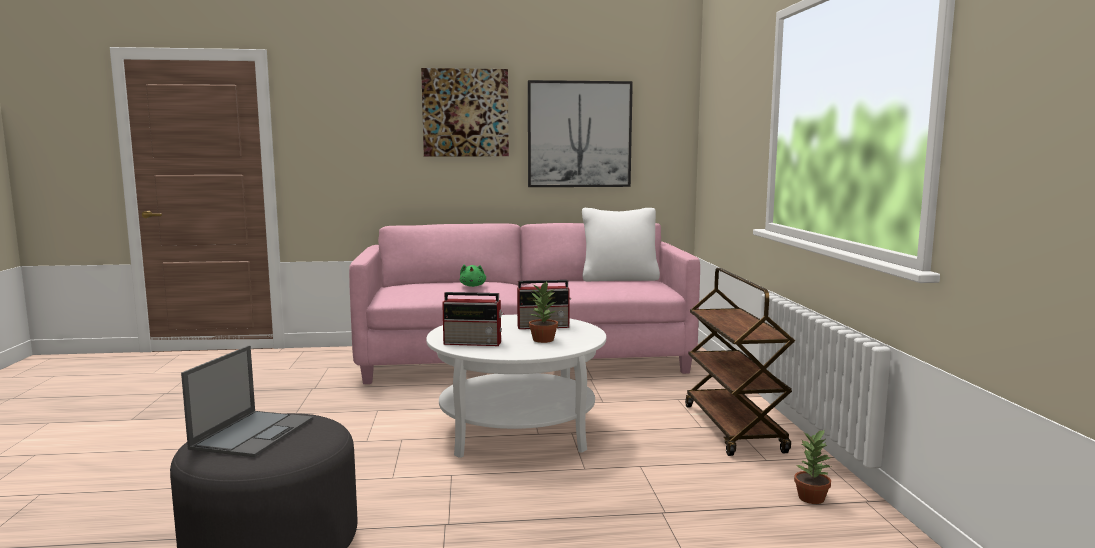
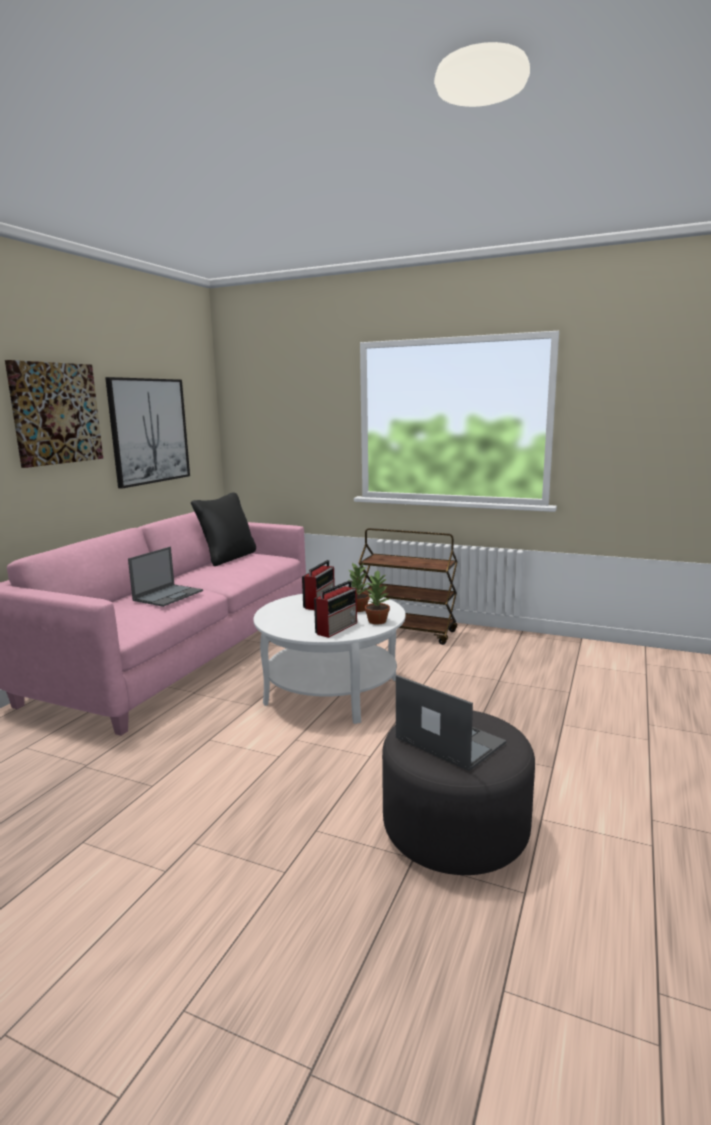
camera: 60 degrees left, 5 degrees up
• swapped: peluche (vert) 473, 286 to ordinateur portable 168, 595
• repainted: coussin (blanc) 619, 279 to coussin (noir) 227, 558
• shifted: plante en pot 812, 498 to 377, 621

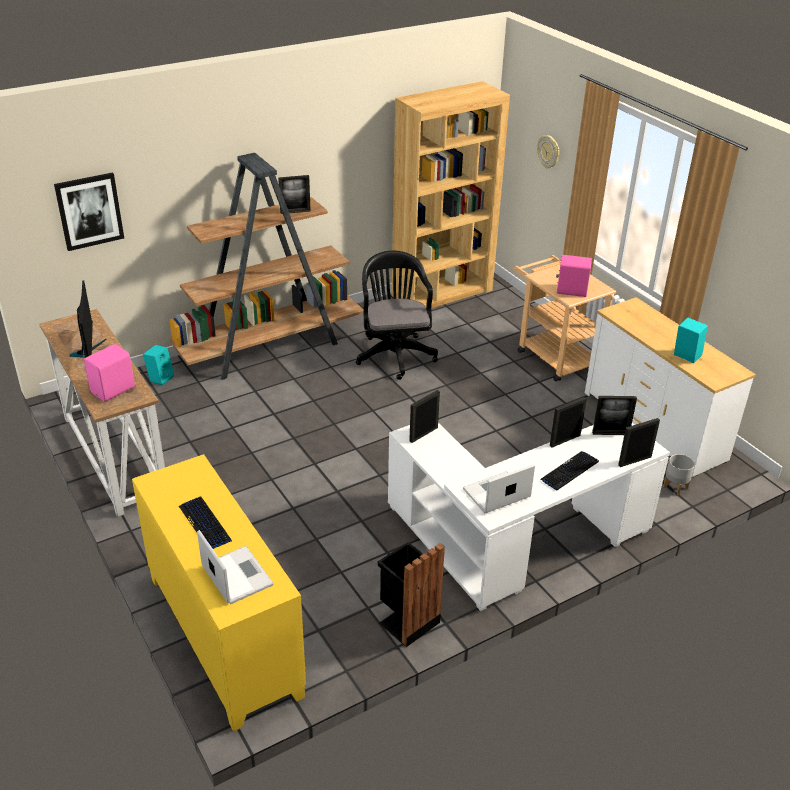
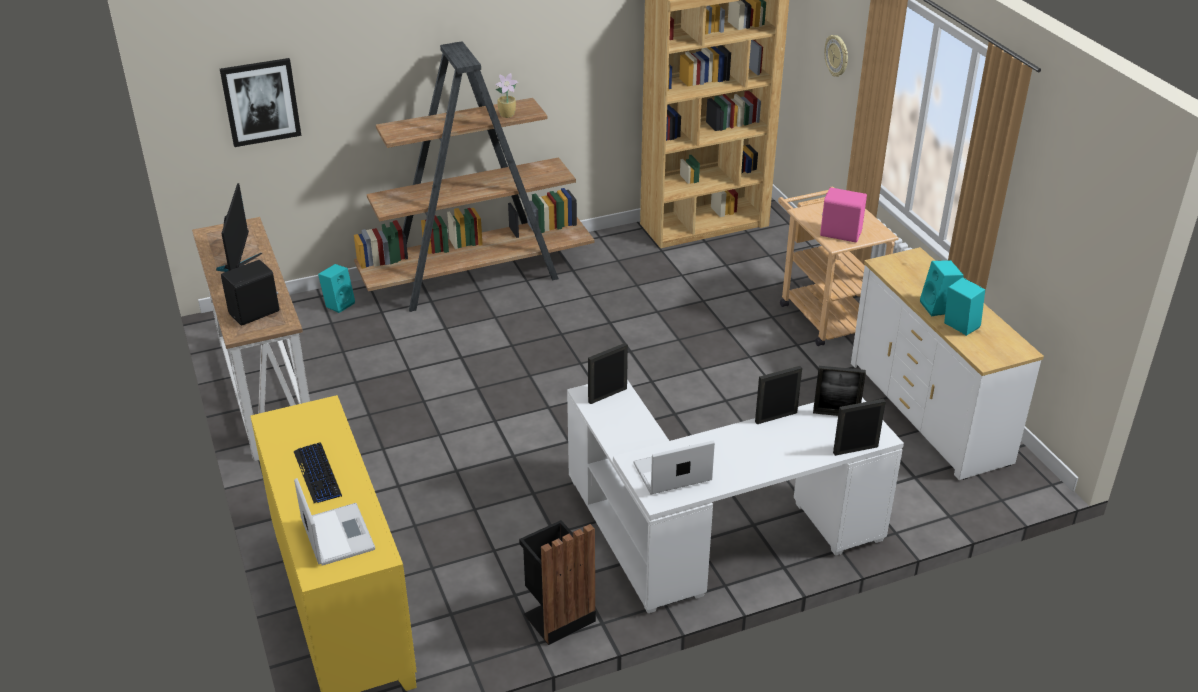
camera: 10 degrees right, 0 degrees up
• repainted: enceinte (rose) 114, 390 to enceinte (noir) 255, 313
• swapped: cadre photo 295, 212 to plante en pot 508, 115
• new: enceinte (turquoise) 938, 308
• gone: chaise de bureau (noir) 394, 353
• gone: clavier 569, 471
• gone: cache-pot (gris) 675, 487

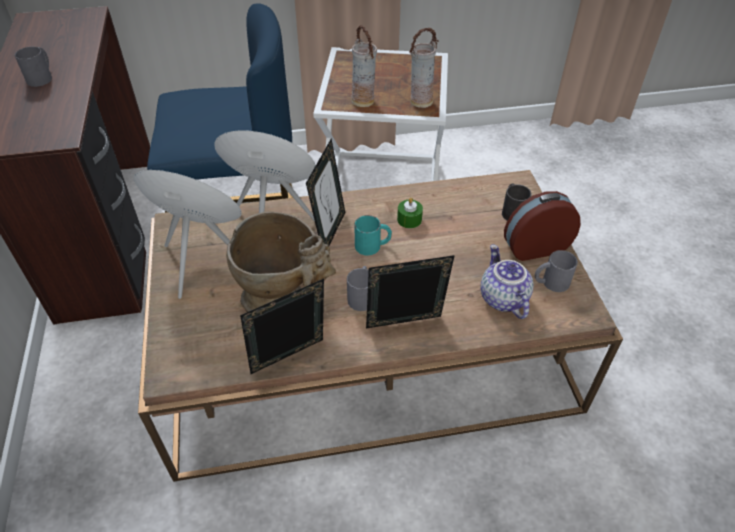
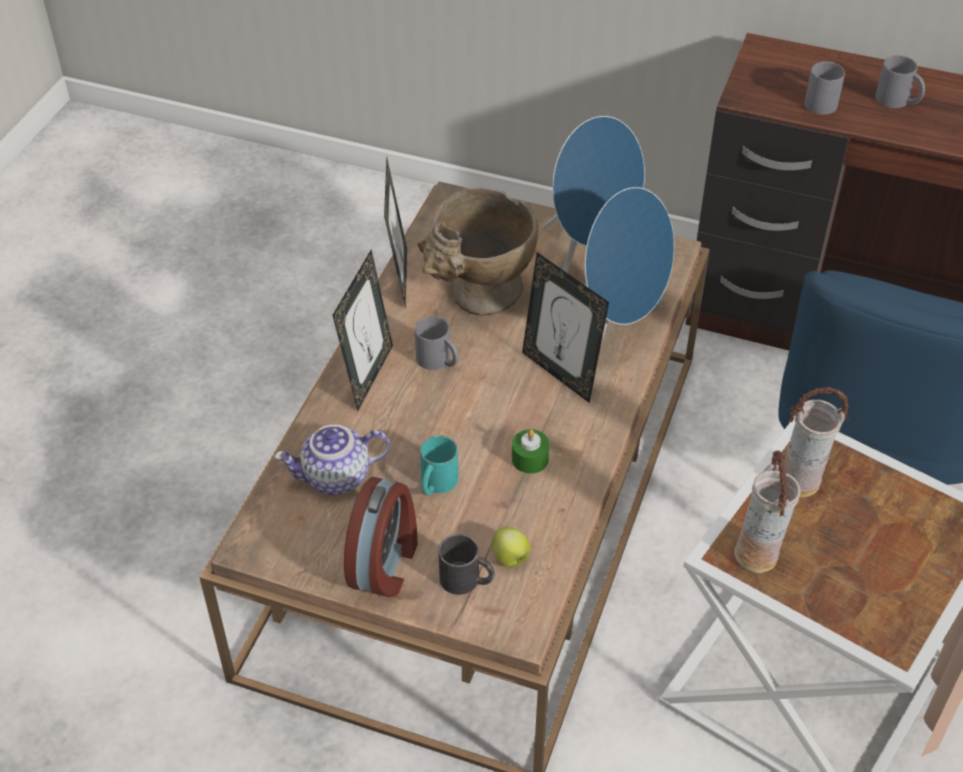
camera: 120 degrees right, 0 degrees up
• rotated: théière 502, 298 = 336, 478 150 degrees clockwise
• shifted: mug (turquoise) 373, 245 to 436, 484
• new: pomme 511, 559
• shifted: mug (gris) 550, 282 to 822, 100

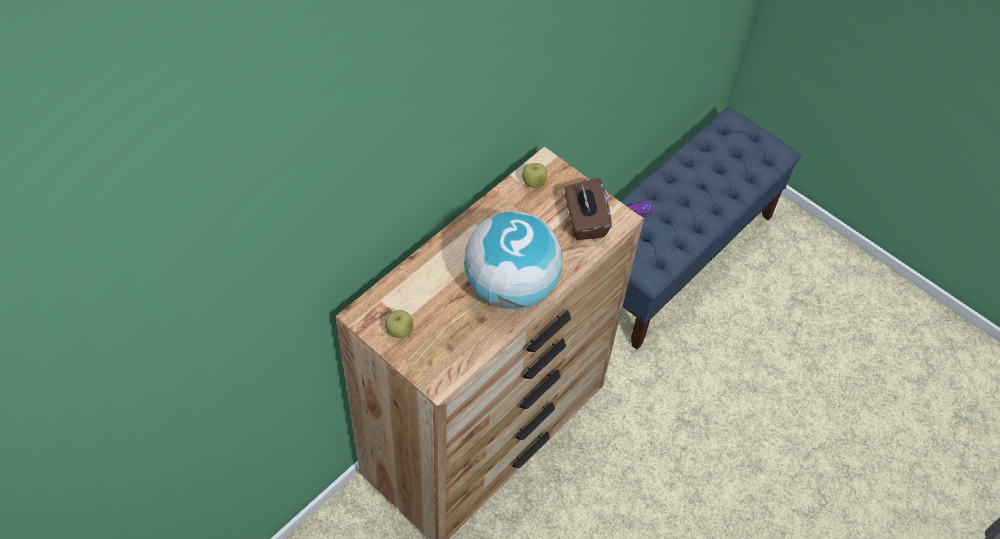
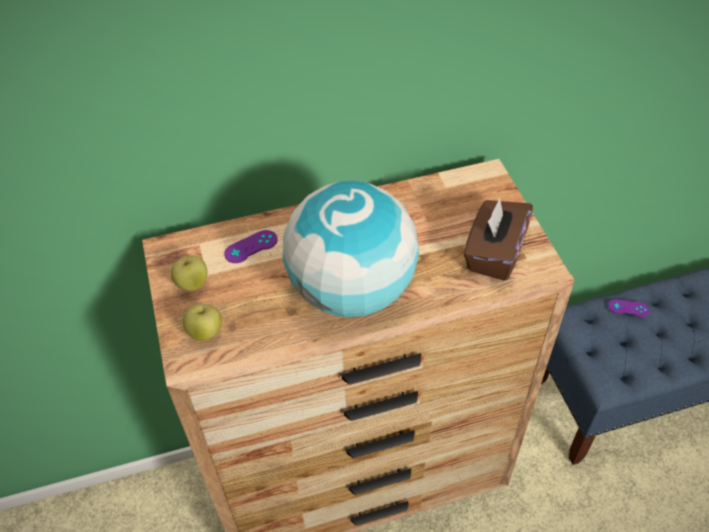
camera: 35 degrees right, 5 degrees down
• shifted: pomme 533, 182 to 205, 332
• new: manette (violet) 251, 247

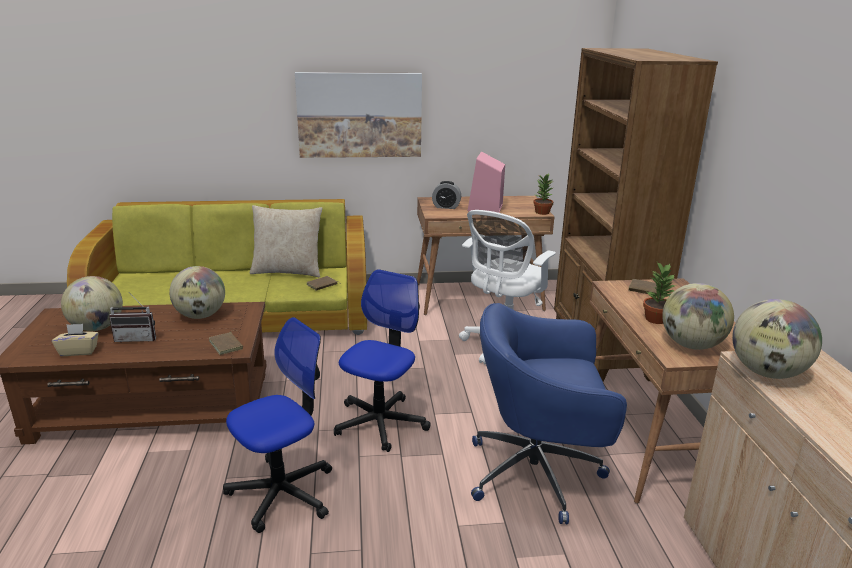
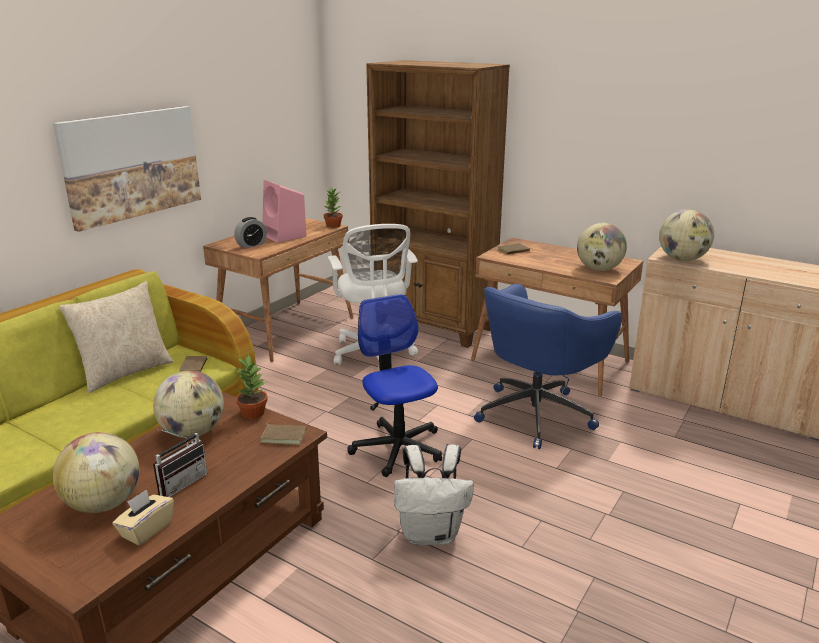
camera: 50 degrees left, 0 degrees up
• shifted: plante en pot 656, 319 to 253, 413
• swapped: chaise de bureau 282, 493 to sac à dos (blanc) 431, 534

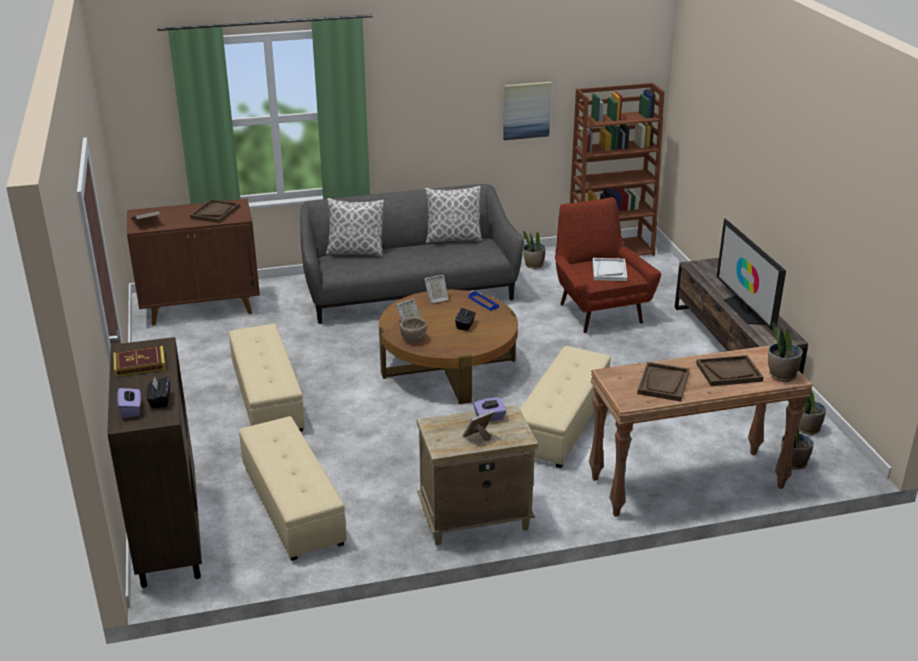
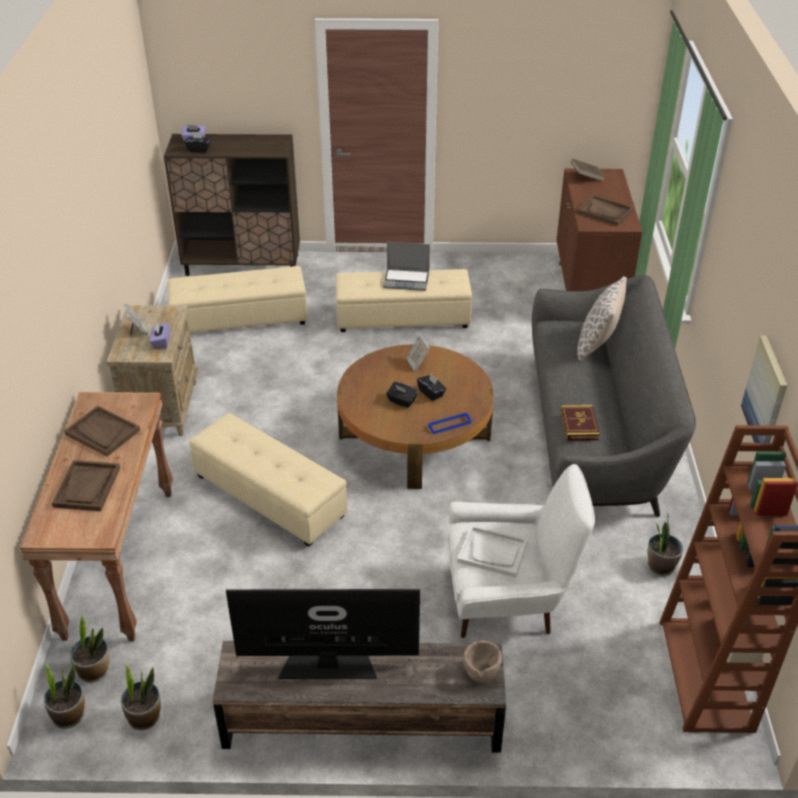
camera: 105 degrees right, 10 degrees up
• shifted: plante en pot 781, 375 to 69, 715
• new: ordinateur portable 407, 280
• new: boîte à mouchoirs (noir) 431, 393
• repainted: fauteuil (rouge) 598, 310 to fauteuil (blanc) 508, 599
• shifted: bol (marron) 413, 339 to 481, 671
• shifted: livre 140, 364 to 579, 425
• gone: cadre photo 436, 300
• gone: coussin 453, 239

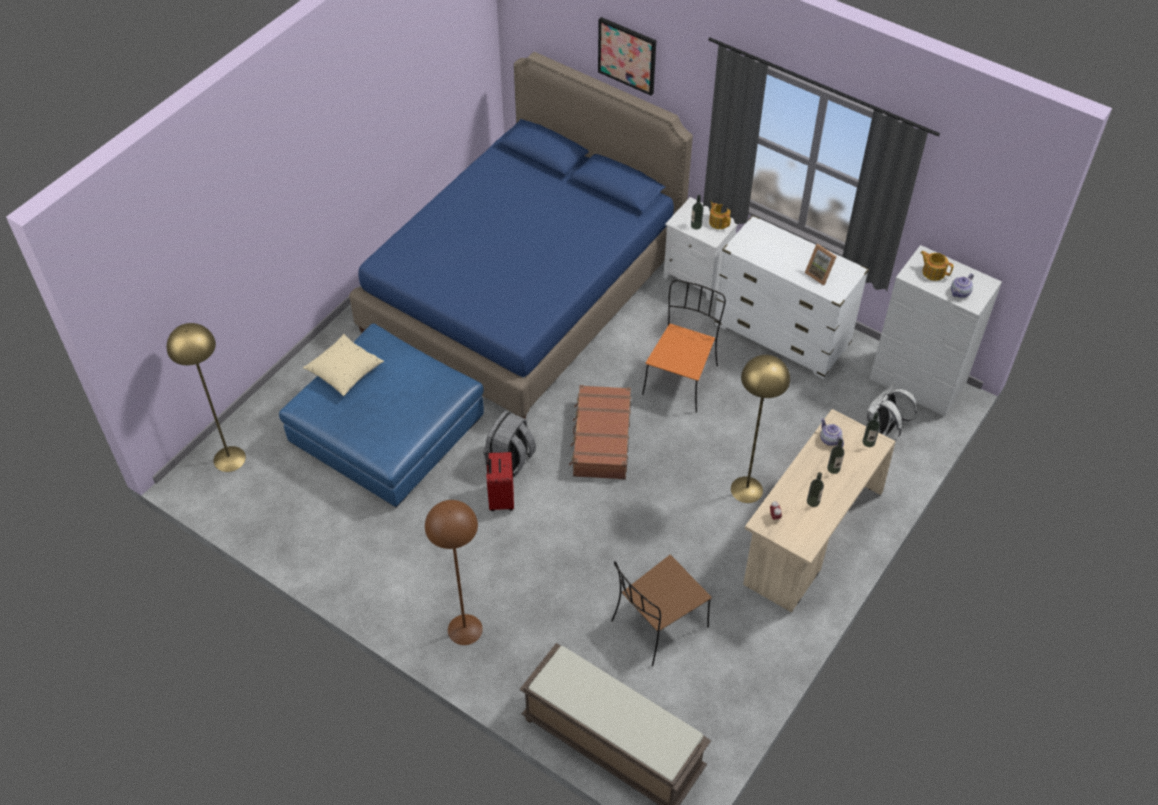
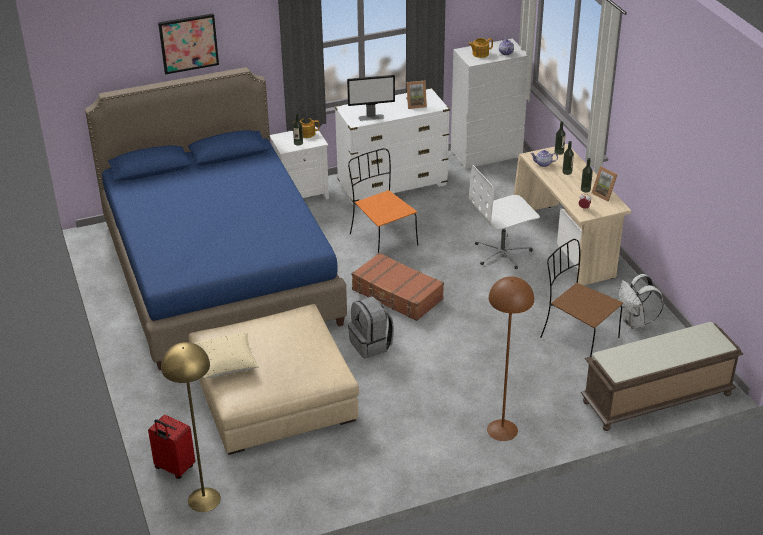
camera: 55 degrees left, 15 degrees down
• shifted: valise (rouge) 500, 499 to 174, 468
• repainted: pouf (bleu) 387, 430 to pouf (beige) 274, 395
• new: écran d'ordinateur 371, 117
• swapped: lampadaire (jaune) 746, 489 to chaise de bureau (blanc) 502, 253
• rotated: chaise (marron) 657, 625 = 577, 337 135 degrees clockwise
• new: cadre photo 604, 194
• shifted: sac à dos (blanc) 882, 431 to 634, 323

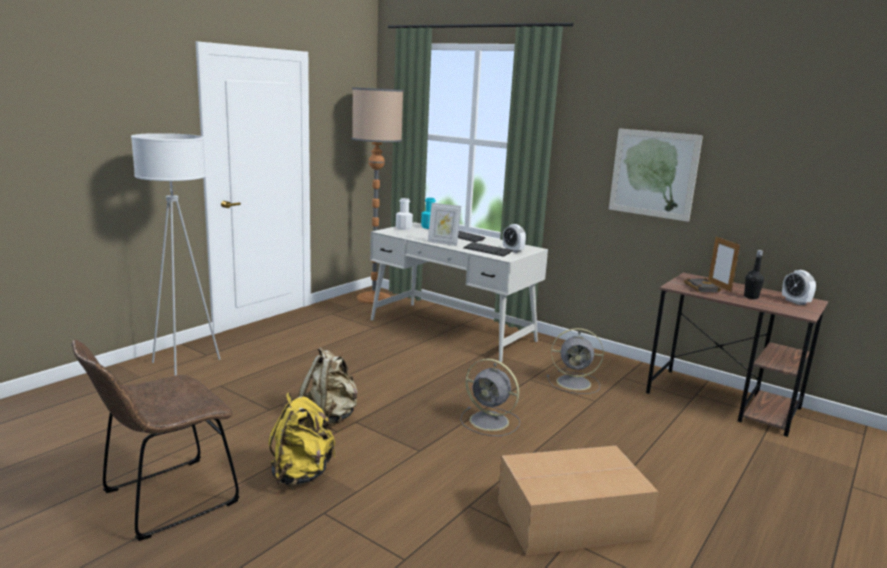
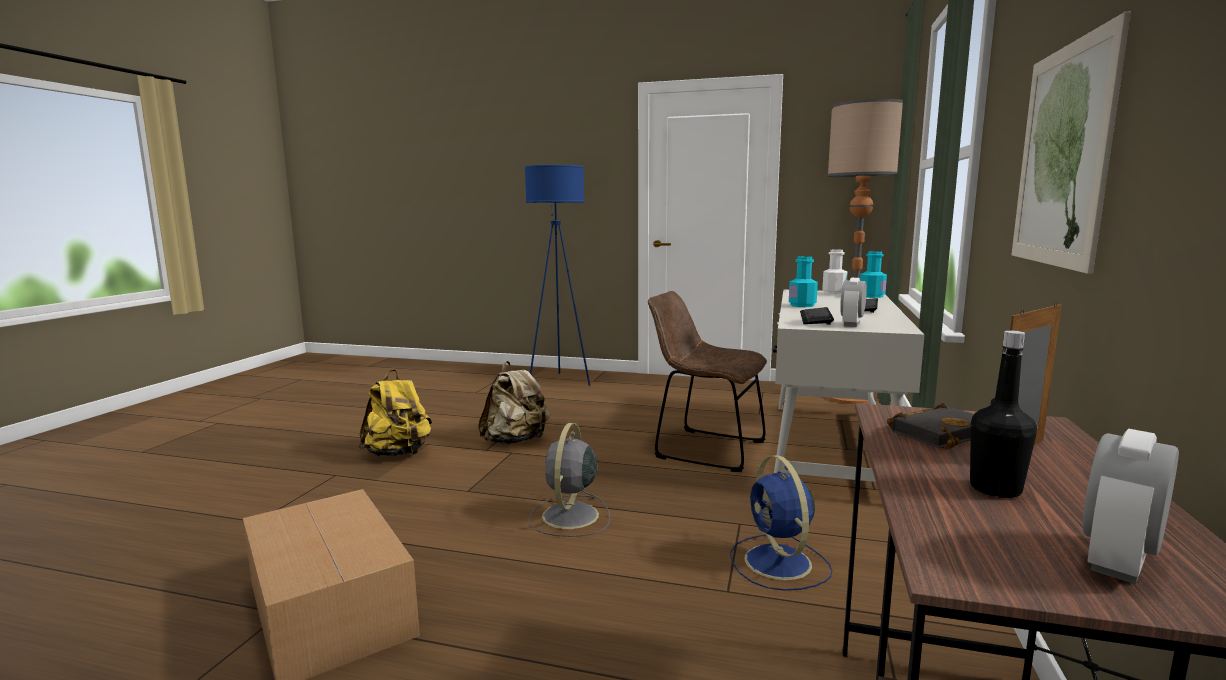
camera: 70 degrees right, 5 degrees down
• repainted: lampadaire (blanc) 184, 368 to lampadaire (bleu) 560, 382
• shifted: chaise (marron) 163, 500 to 704, 449
• repainted: ventilateur (gris) 575, 383 to ventilateur (bleu) 779, 563
• swapped: cadre photo 443, 243 to bouteille (turquoise) 802, 305

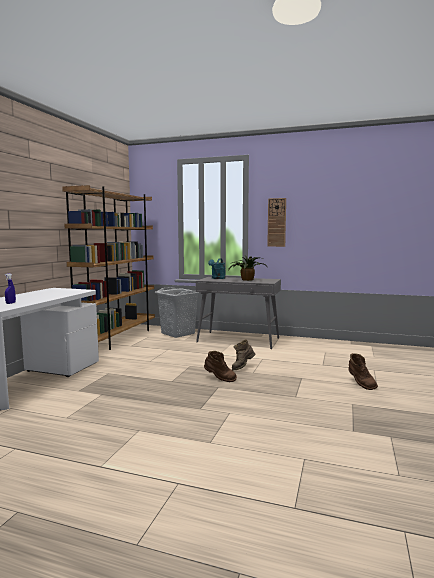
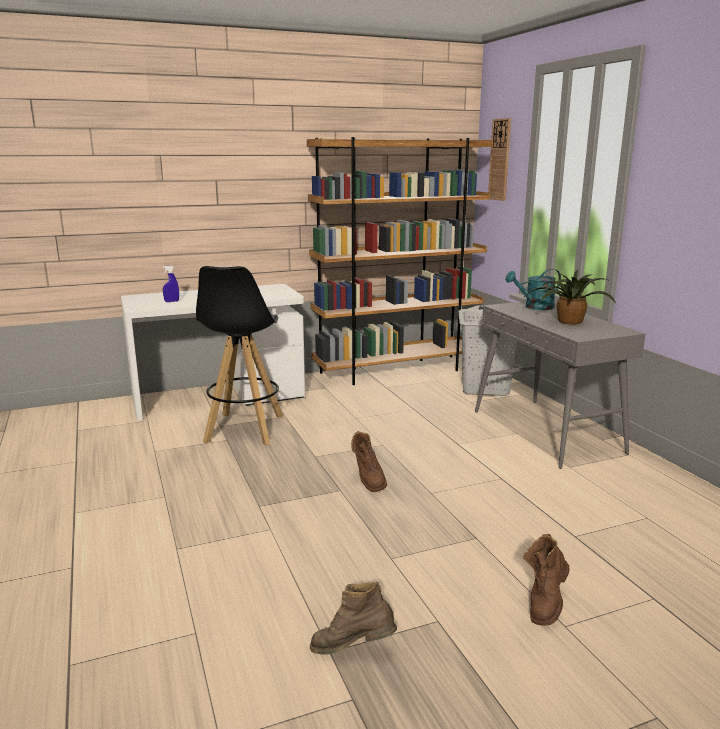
camera: 50 degrees right, 10 degrees up
• new: tabouret (noir) 244, 429
• shifted: botte (marron) 242, 367 to 353, 649
• shifted: horloge murale 276, 222 to 500, 160

